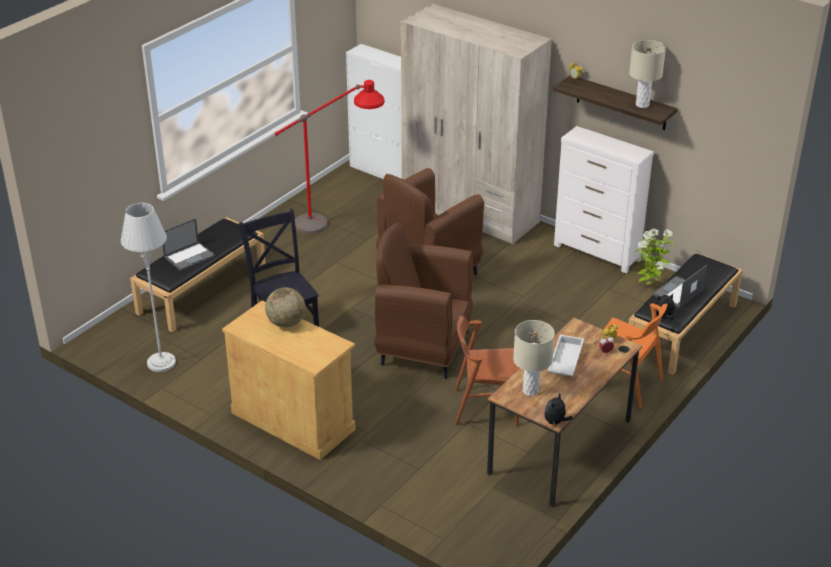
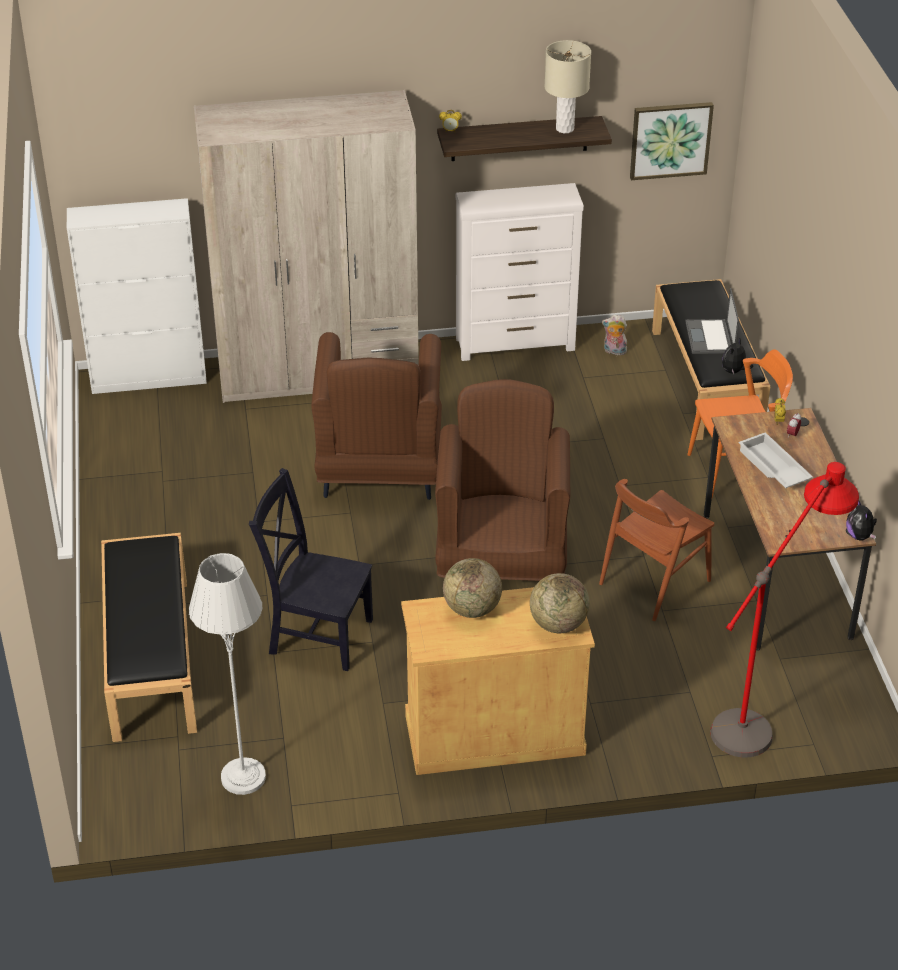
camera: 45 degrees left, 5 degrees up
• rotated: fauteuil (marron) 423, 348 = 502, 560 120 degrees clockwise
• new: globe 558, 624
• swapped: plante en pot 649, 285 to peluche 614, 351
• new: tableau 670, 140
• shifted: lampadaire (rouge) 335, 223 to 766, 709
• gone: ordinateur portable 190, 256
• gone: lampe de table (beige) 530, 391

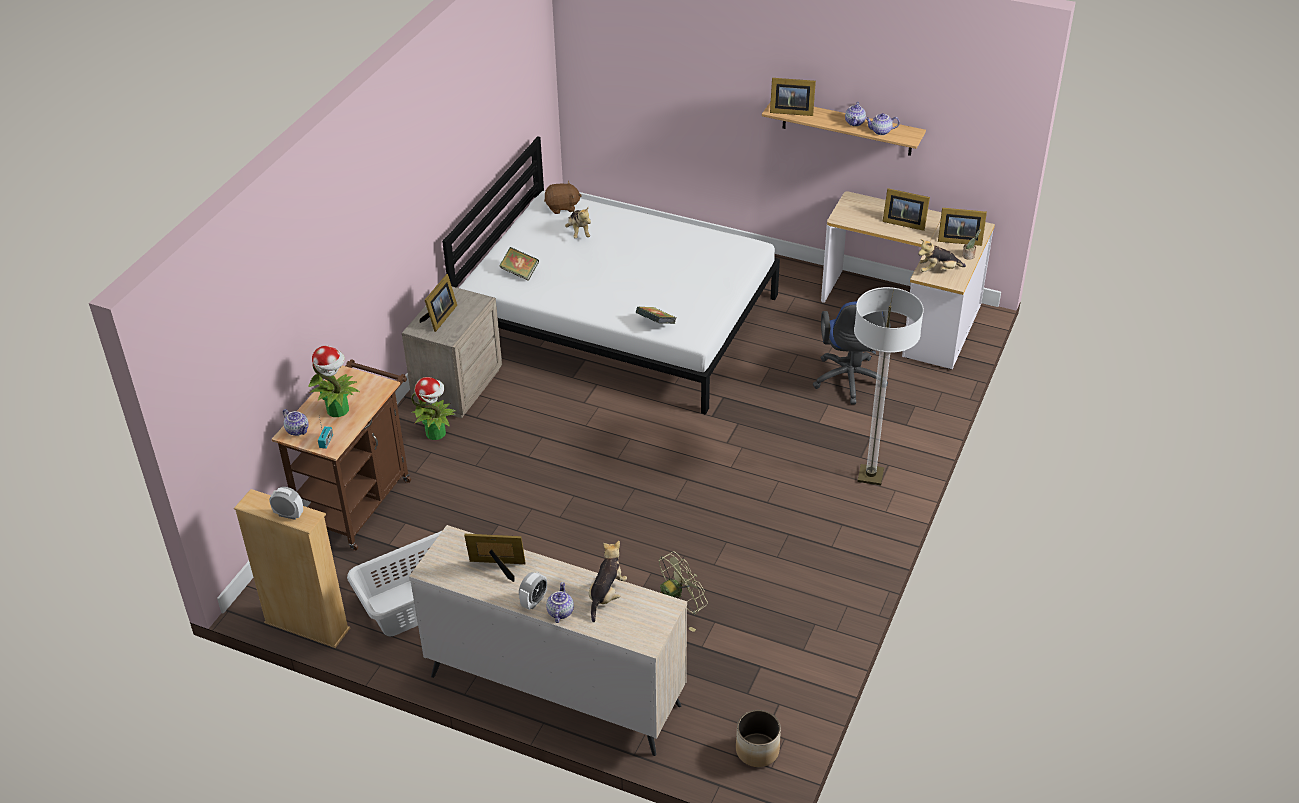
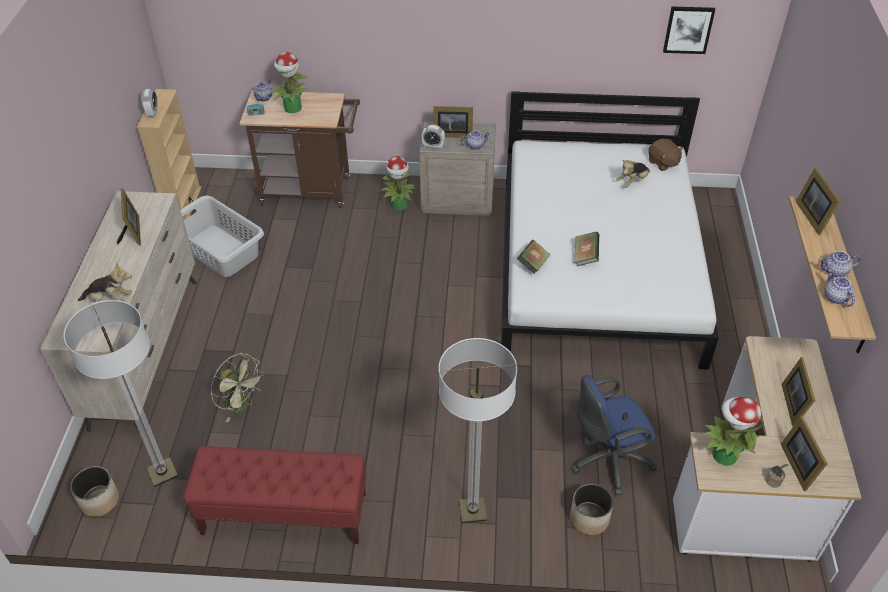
camera: 70 degrees right, 5 degrees up
• new: lampadaire 162, 473
• new: banc (rouge) 284, 514
• shifted: réveil 534, 601 to 433, 146
• shifted: théière 559, 612 to 475, 145
• new: cache-pot 588, 518
• shifted: livre 520, 272 to 585, 256
• new: tableau 688, 29
• swapped: peluche 938, 270 to plante en pot 723, 455

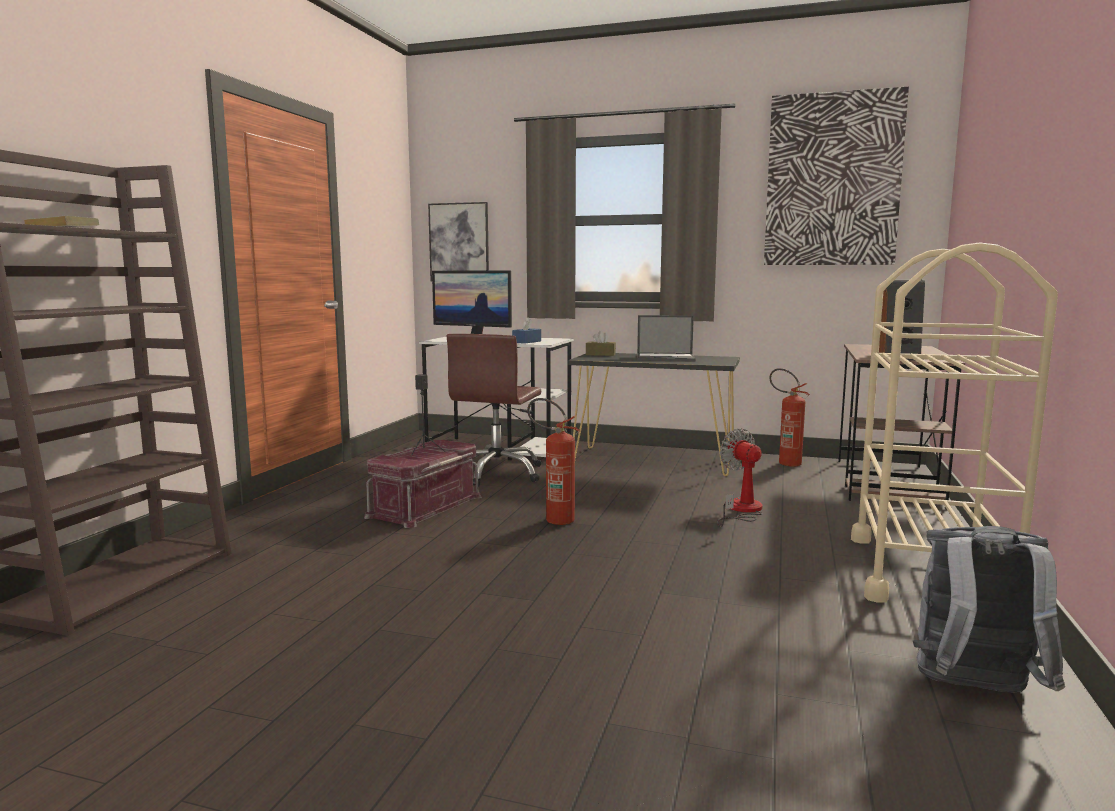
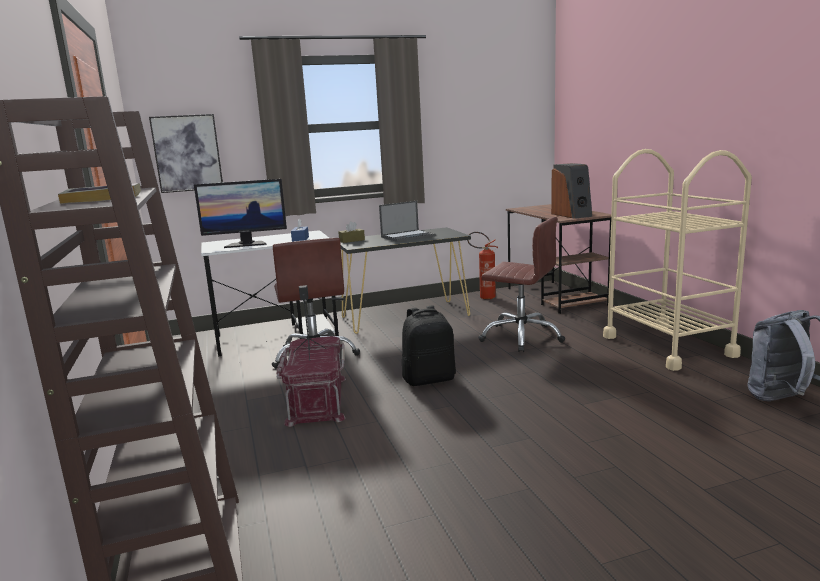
camera: 35 degrees left, 5 degrees up
• swapped: extincteur 553, 520 to sac à dos (noir) 429, 379
• swapped: ventilateur 741, 510 to chaise de bureau (marron) 521, 337
• gone: tableau 832, 180

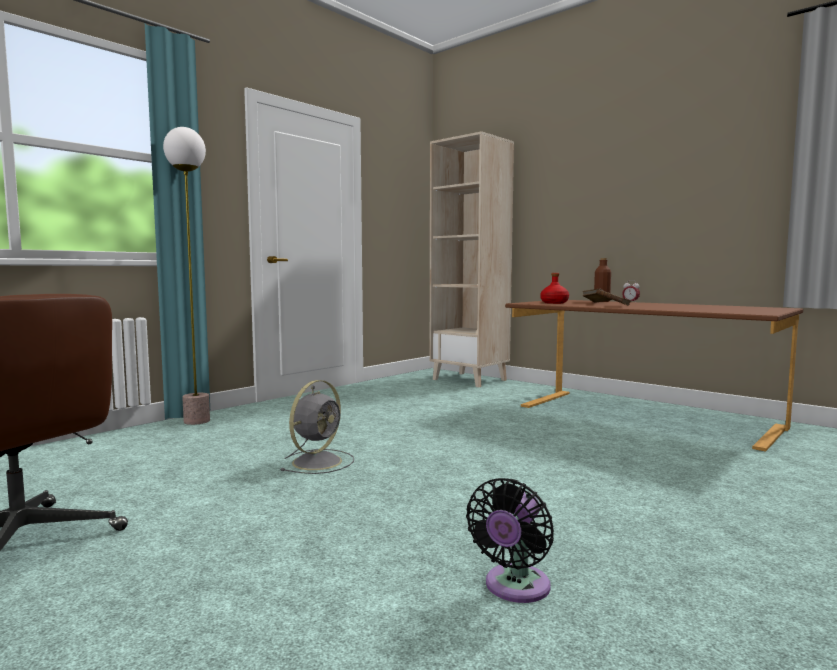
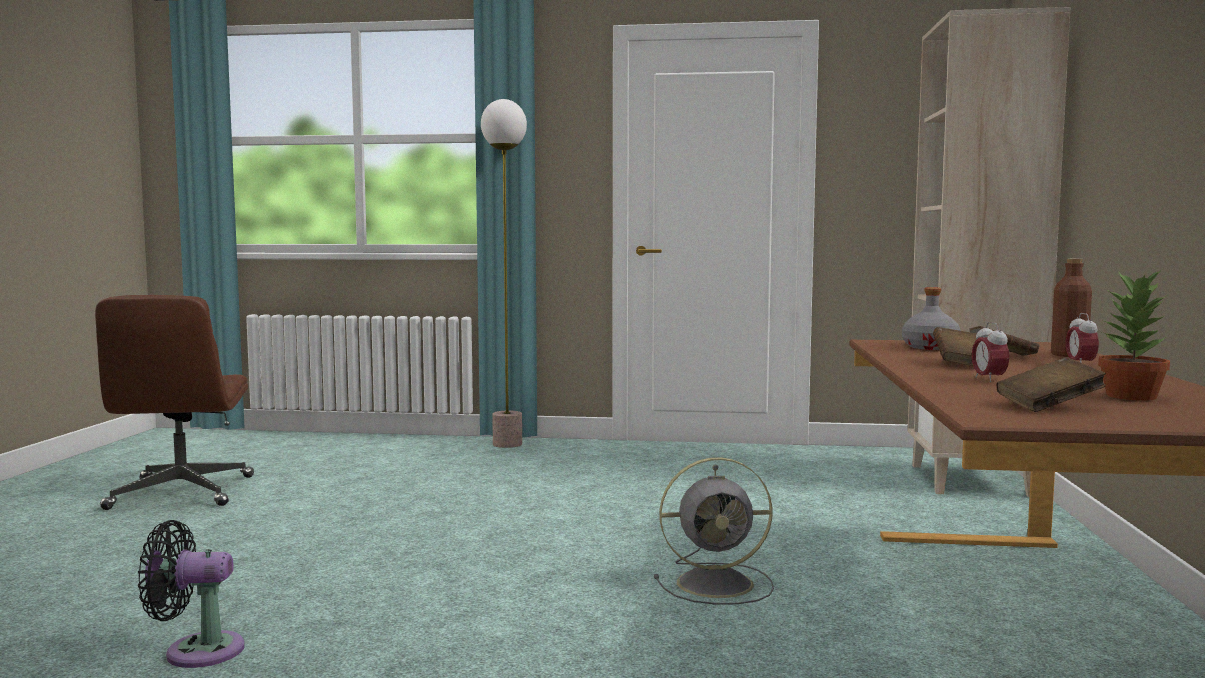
camera: 55 degrees right, 0 degrees up
• shifted: ventilateur (gris) 318, 461 to 718, 583
• repainted: bouteille (rouge) 554, 303 to bouteille (gris) 930, 347
• new: réveil 988, 379
• new: livre (marron) 1049, 406
• new: plante en pot 1132, 396

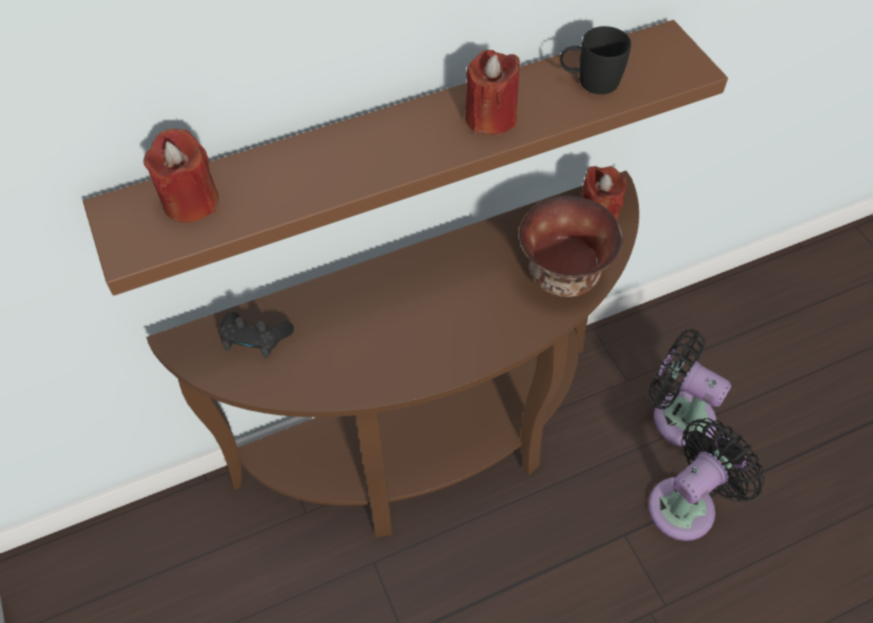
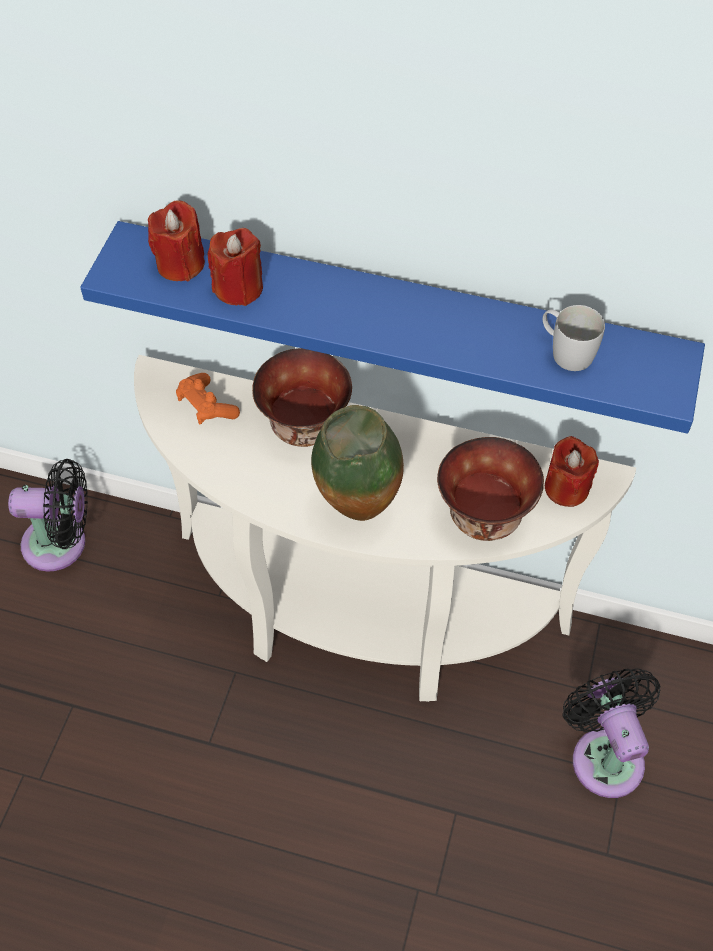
camera: 40 degrees right, 0 degrees up
• shifted: ventilateur (noir) 687, 504 to 61, 544
• repainted: étagère (marron) 404, 145 to étagère (bleu) 398, 317
• repainted: table console (marron) 432, 450 to table console (blanc) 359, 621
• repainted: manette (noir) 255, 340 to manette (orange) 206, 407
• shifted: bougie (rouge) 490, 118 to 238, 288
• new: bol 306, 426
• new: vase 357, 511
• repainted: mug (noir) 589, 81 to mug (blanc) 565, 351

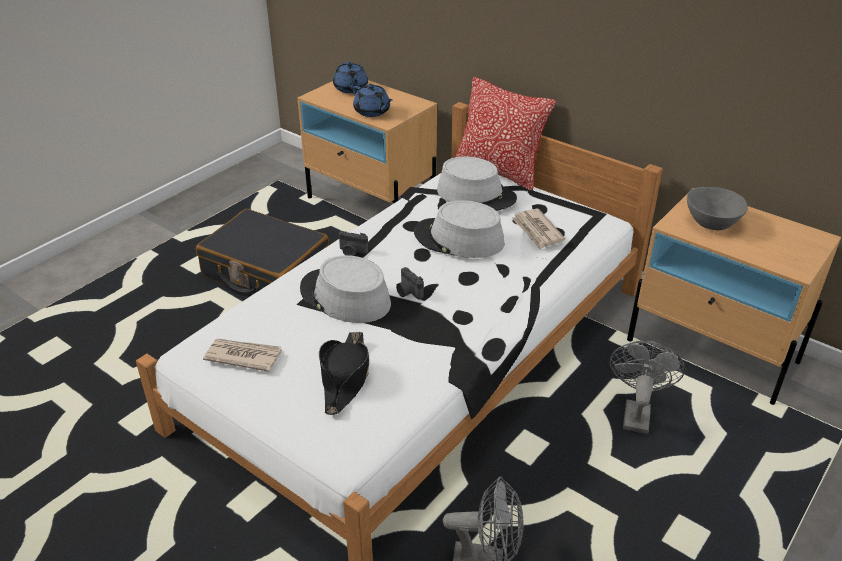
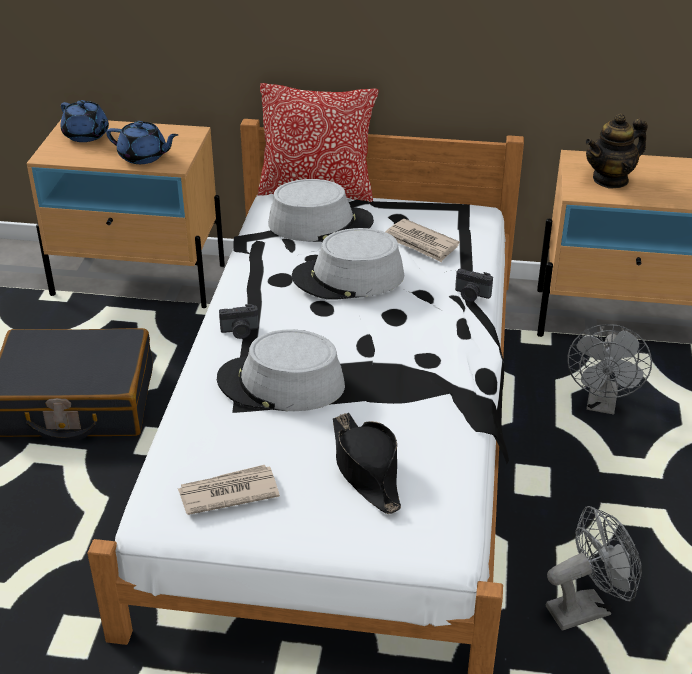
camera: 30 degrees left, 0 degrees up
• shifted: appareil photo 408, 292 to 471, 295
• rotated: ventilateur (gris) 636, 412 = 602, 405 150 degrees counterclockwise
• swapped: bol (gris) 712, 223 to théière 610, 179

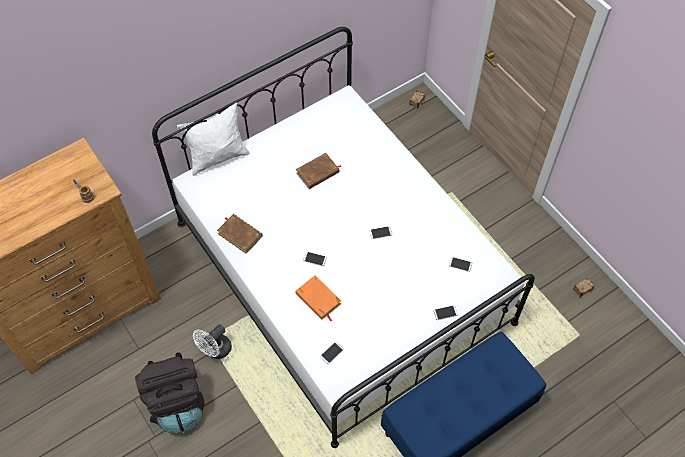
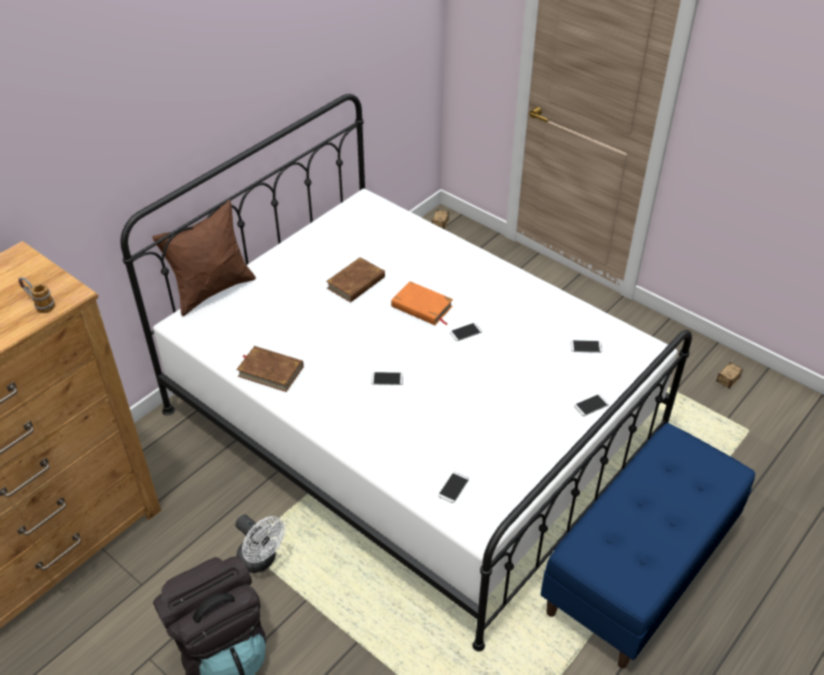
camera: 15 degrees left, 15 degrees down
• repainted: coussin (blanc) 218, 157 to coussin (marron) 212, 290
• rotated: ventilateur (blanc) 215, 351 = 261, 560 75 degrees counterclockwise
• shifted: livre (orange) 318, 299 to 422, 307

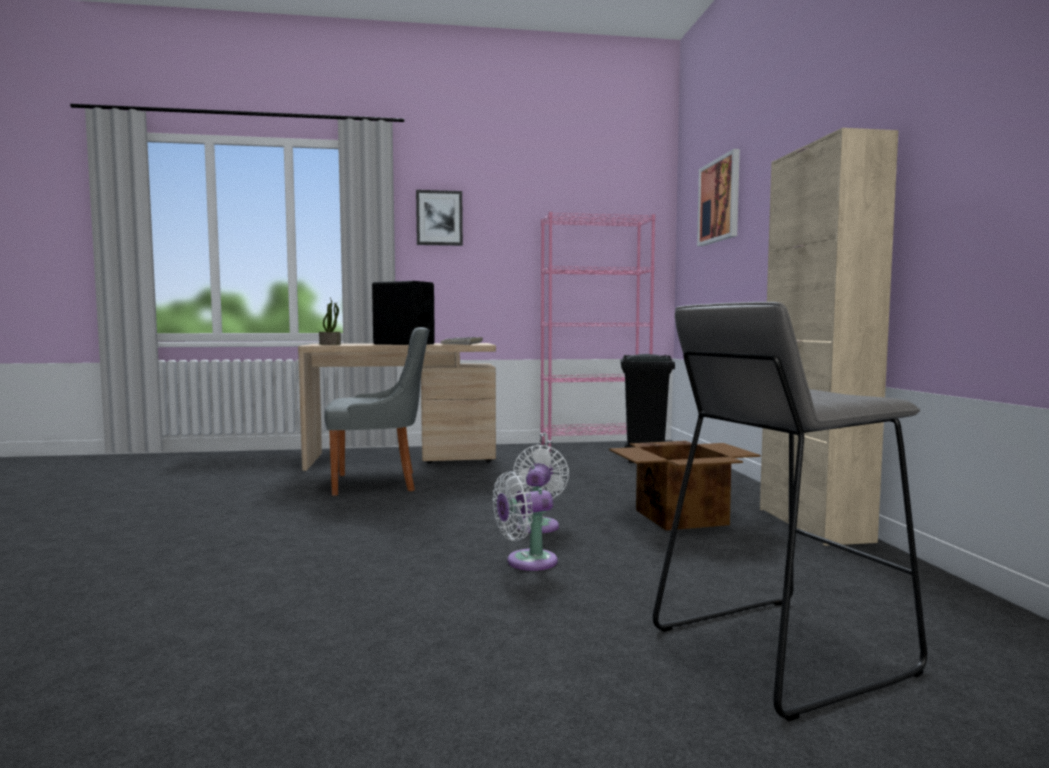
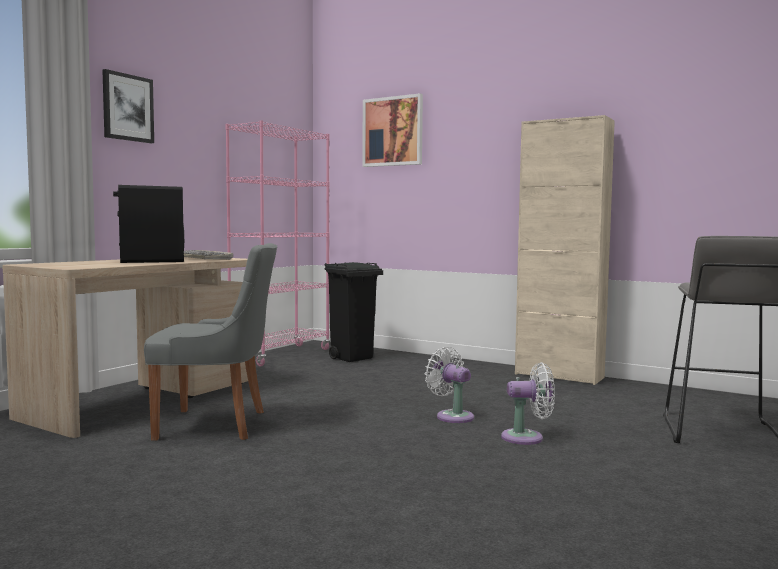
camera: 50 degrees left, 0 degrees up
• rotated: chaise (gris) 379, 483 = 216, 424 60 degrees clockwise
• rotated: ventilateur (blanc) 526, 562 = 527, 438 105 degrees counterclockwise
• gone: plante en pot 330, 344
• gone: carton 682, 517

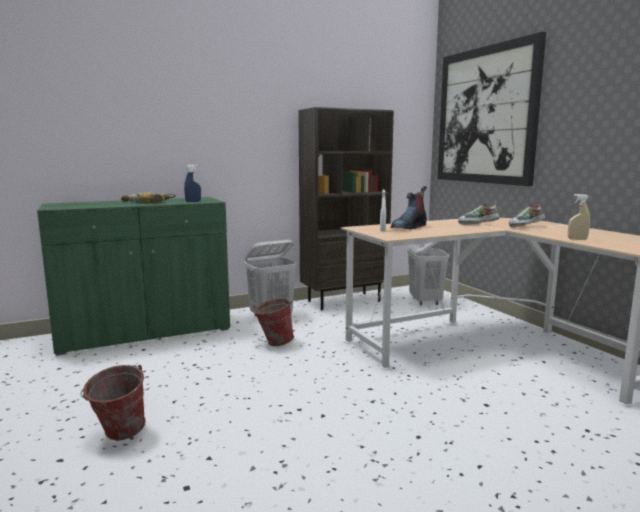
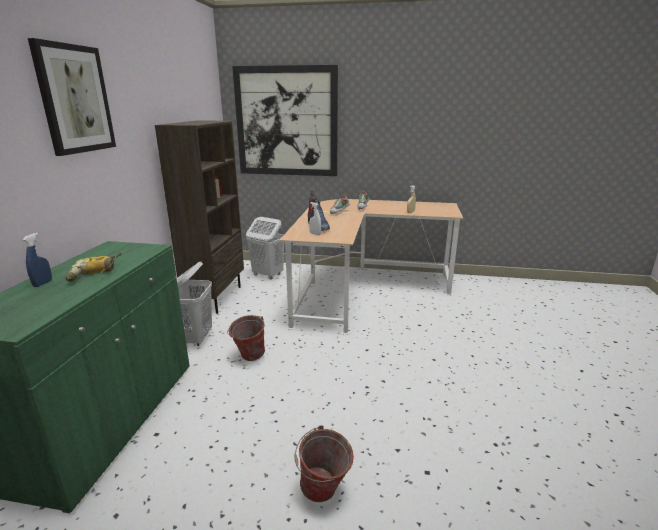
camera: 55 degrees left, 10 degrees up
• shifted: vaporisateur (bleu) 193, 201 to 43, 283
• new: tableau 75, 99

